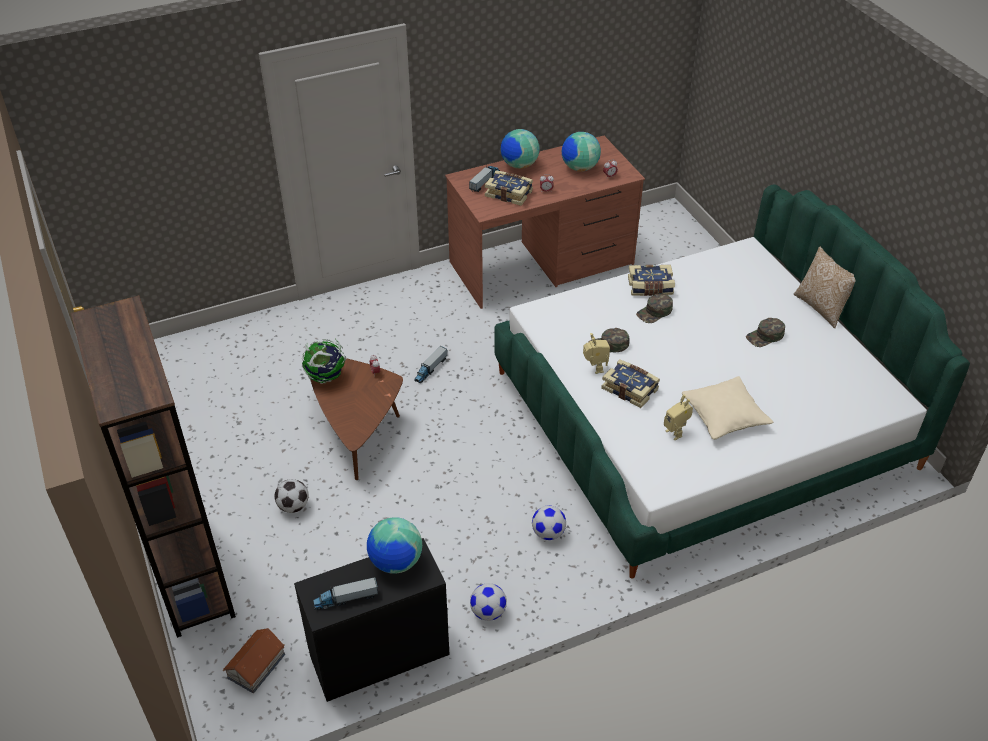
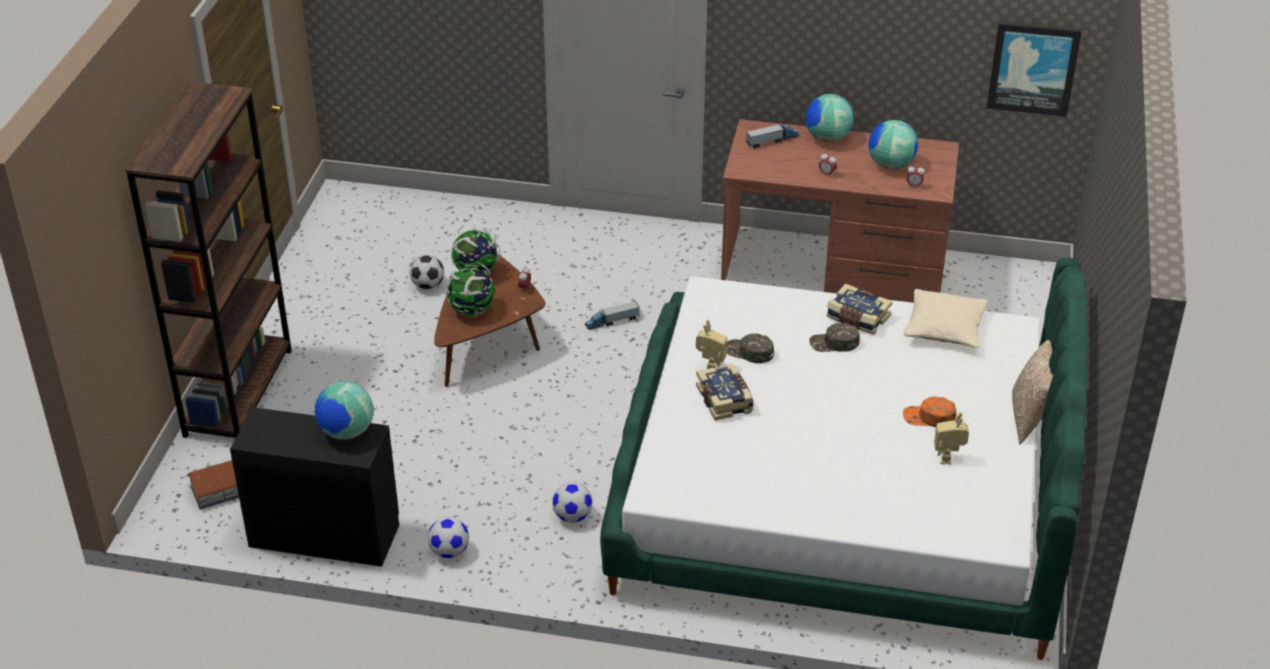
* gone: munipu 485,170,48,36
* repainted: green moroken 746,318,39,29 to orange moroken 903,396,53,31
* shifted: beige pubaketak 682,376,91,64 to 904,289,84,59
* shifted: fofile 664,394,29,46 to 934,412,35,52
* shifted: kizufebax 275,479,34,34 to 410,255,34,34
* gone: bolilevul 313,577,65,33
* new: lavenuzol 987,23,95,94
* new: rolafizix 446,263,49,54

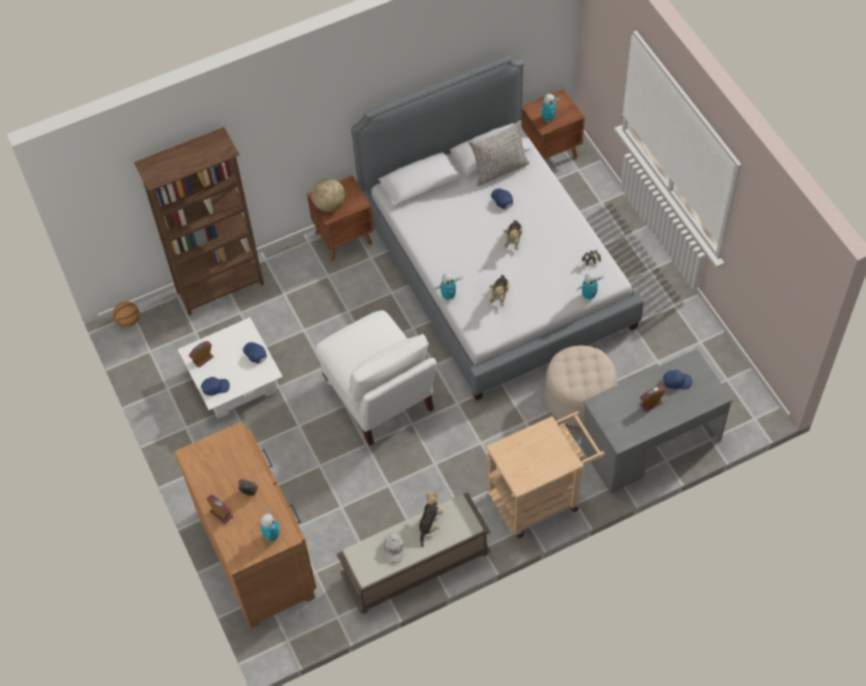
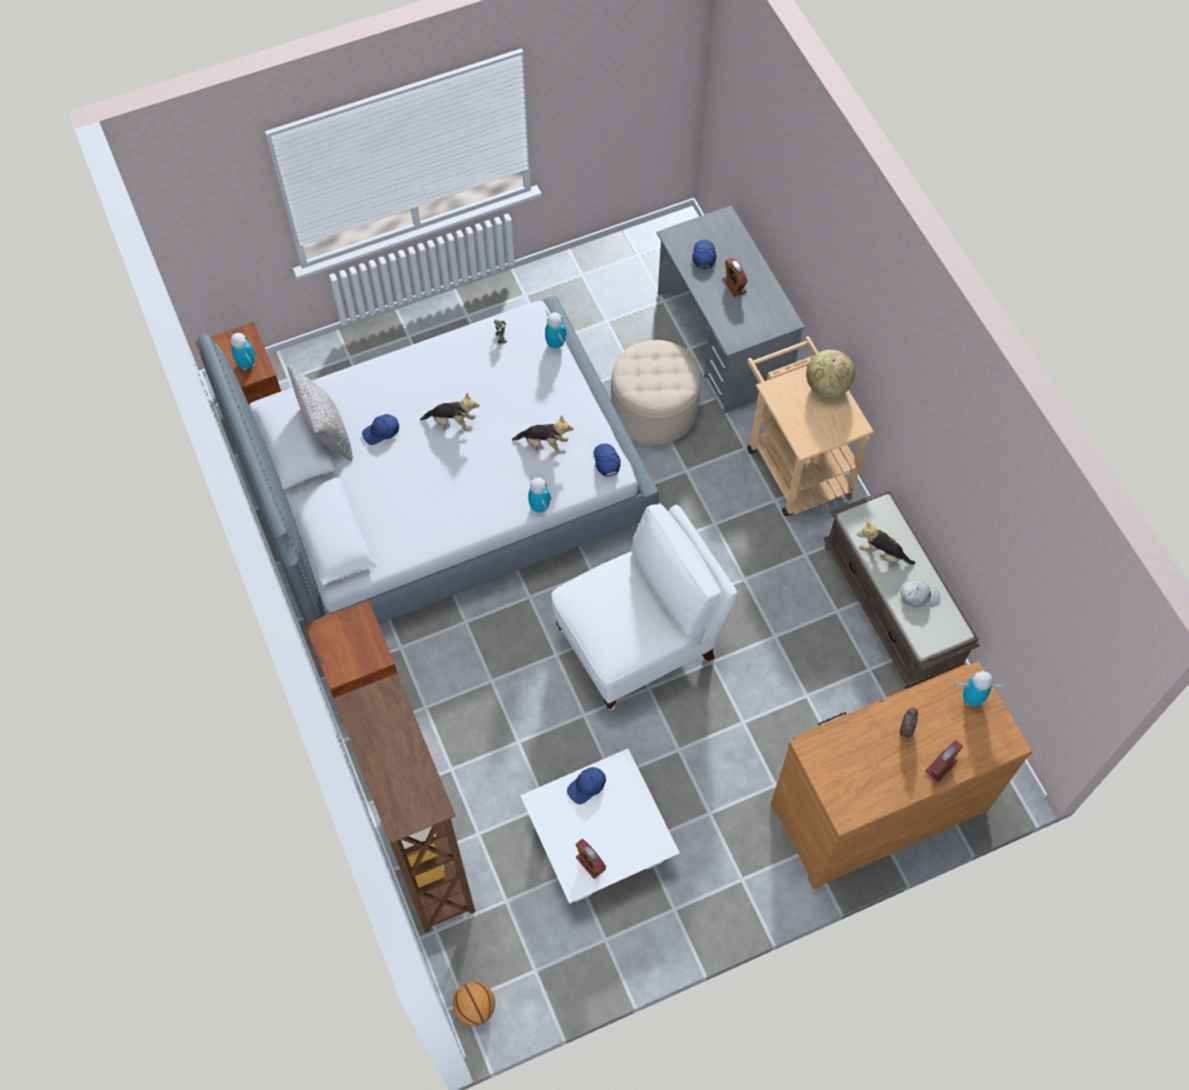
* shifted: rolafizix 312,178,33,34 to 806,349,49,49
* shifted: blue moroken 201,377,29,19 to 593,444,28,33

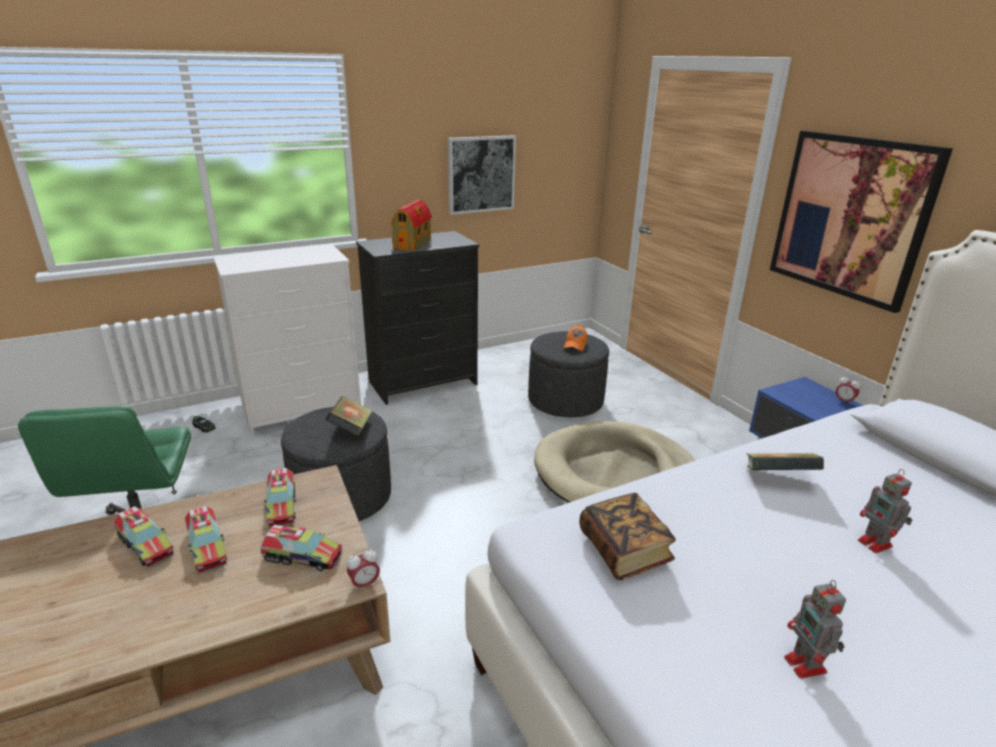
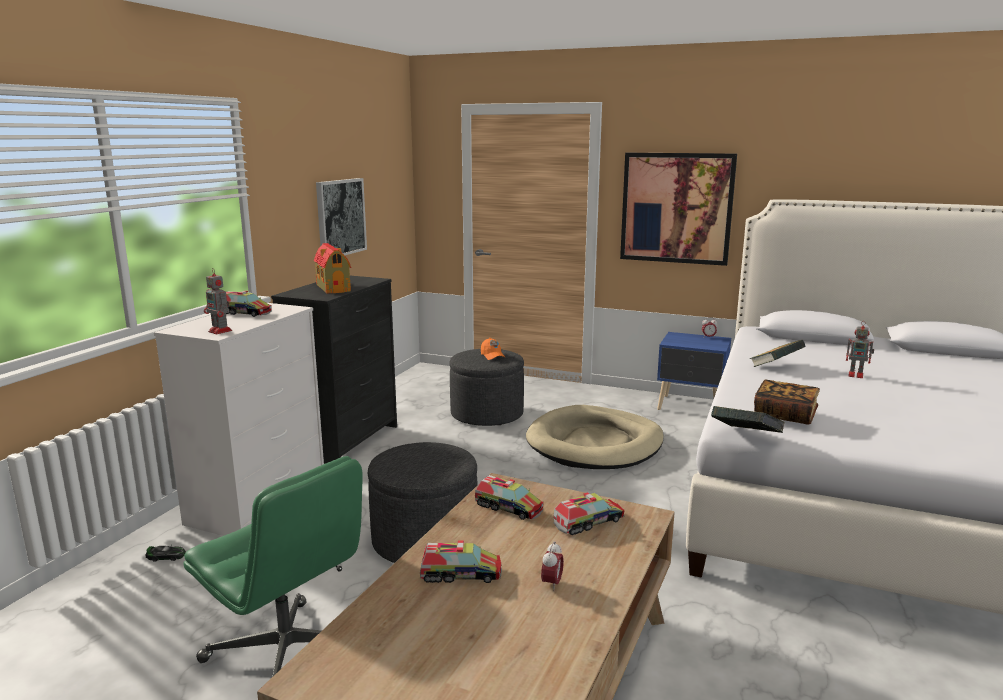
* shifted: munipu 326,396,46,40 to 711,406,74,27
* shifted: bolilevul 185,506,42,67 to 226,291,46,26
* shifted: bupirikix 347,549,33,43 to 541,542,23,49
* shifted: fofile 784,580,62,99 to 204,268,28,66

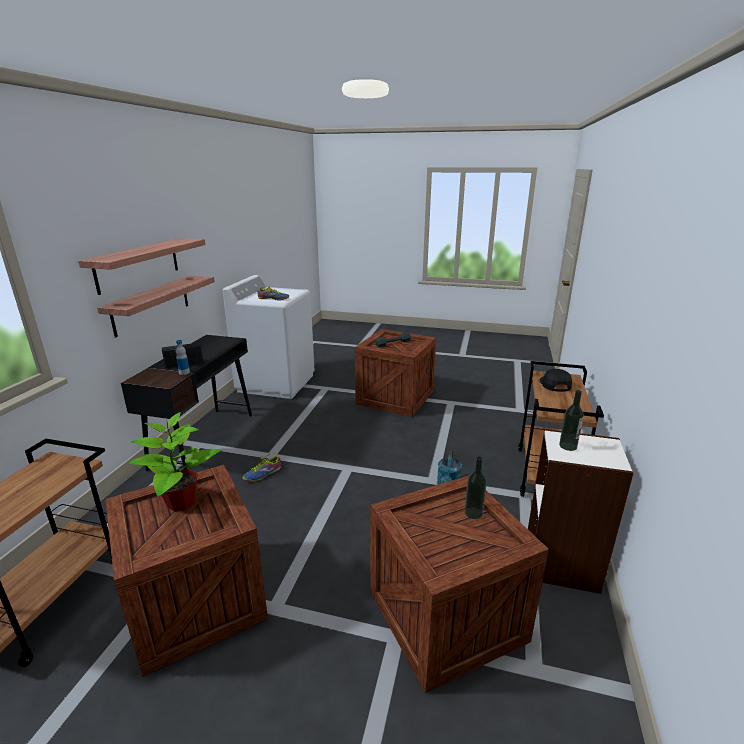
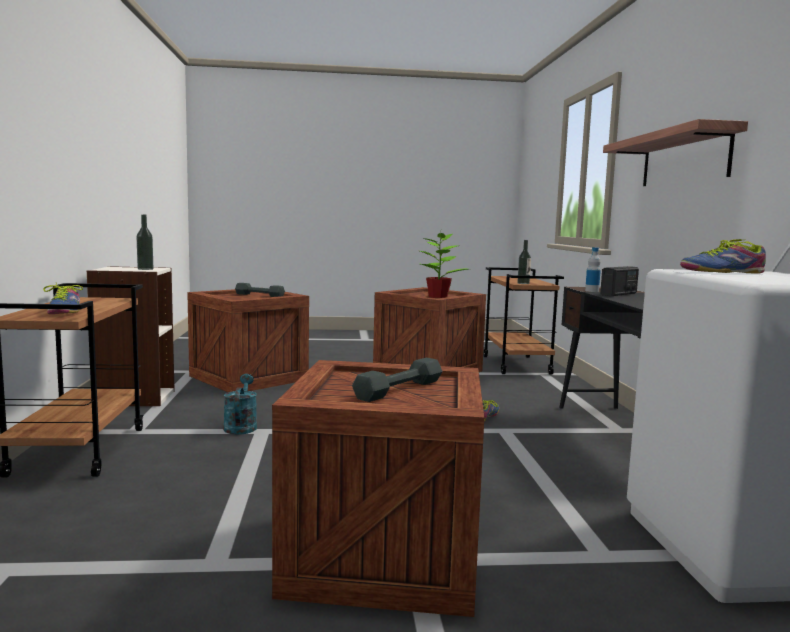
* gone: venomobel 97,276,118,62
* swapped: black moroken 539,369,33,23 to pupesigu 43,283,40,31
* shifted: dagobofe 465,456,22,63 to 517,240,14,44
* new: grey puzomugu 235,283,50,14

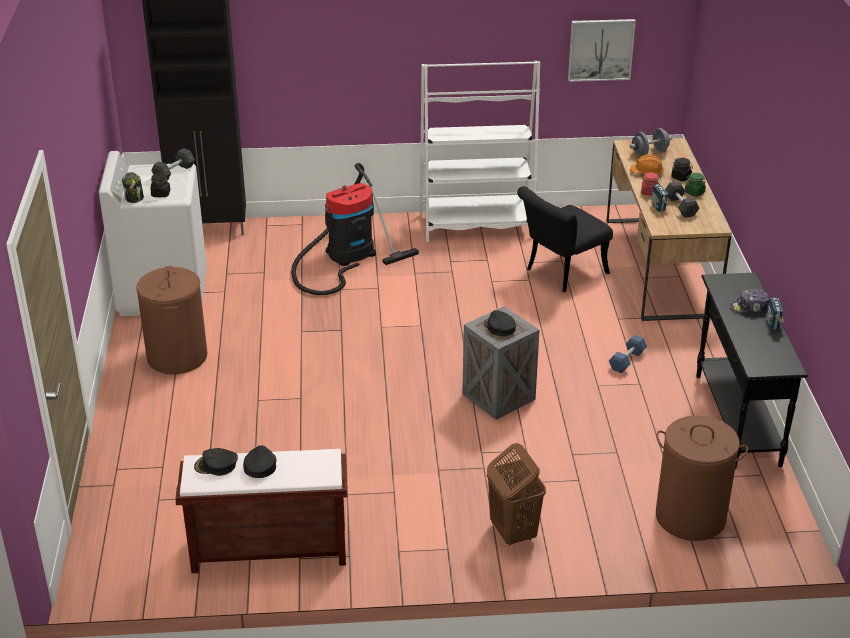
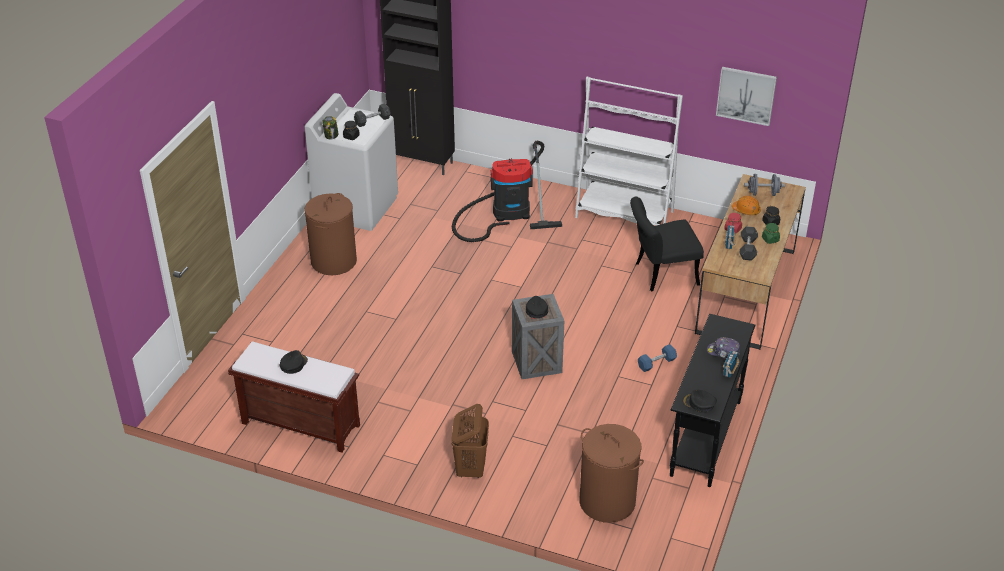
* shifted: black moroken 194,448,44,28 to 682,389,35,24

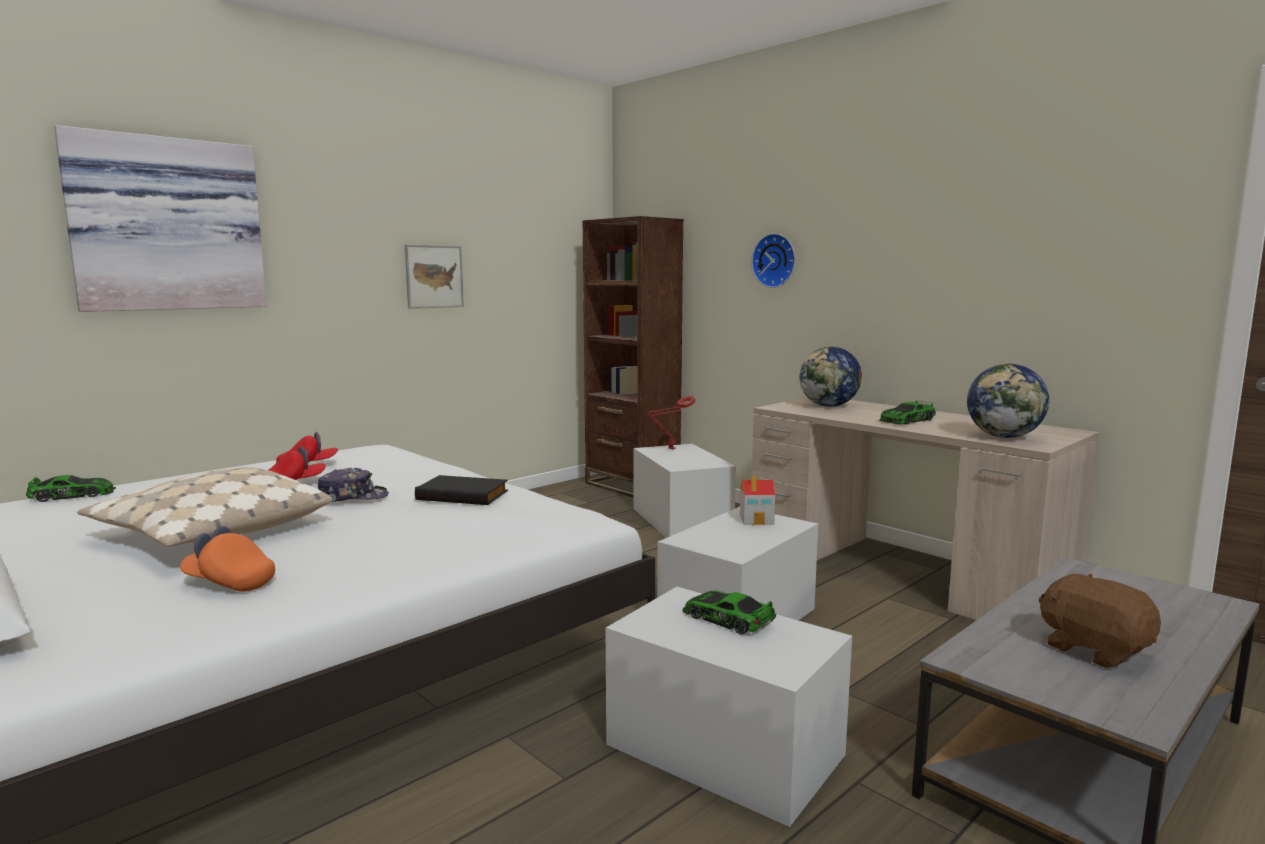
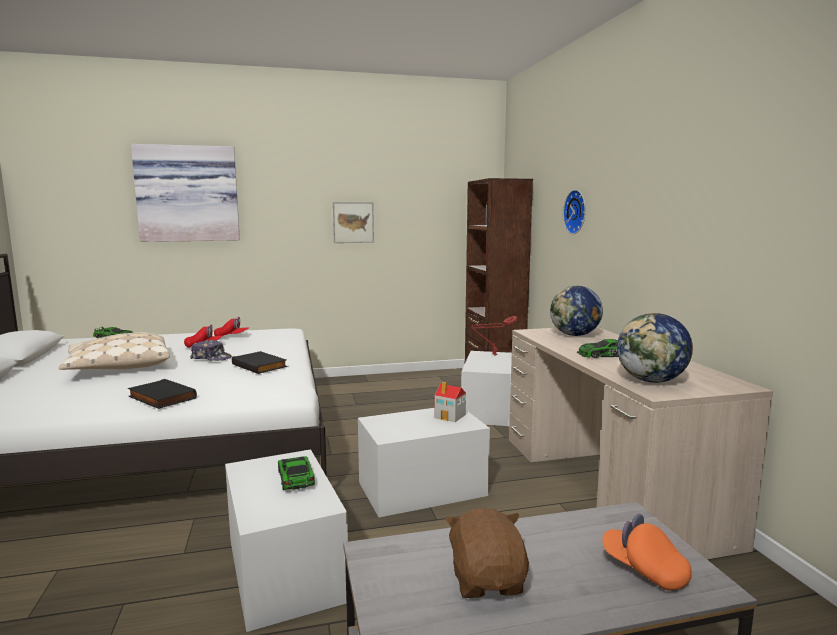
* shifted: orange moroken 180,526,95,66 to 602,514,90,76
* new: black munipu 128,379,69,30

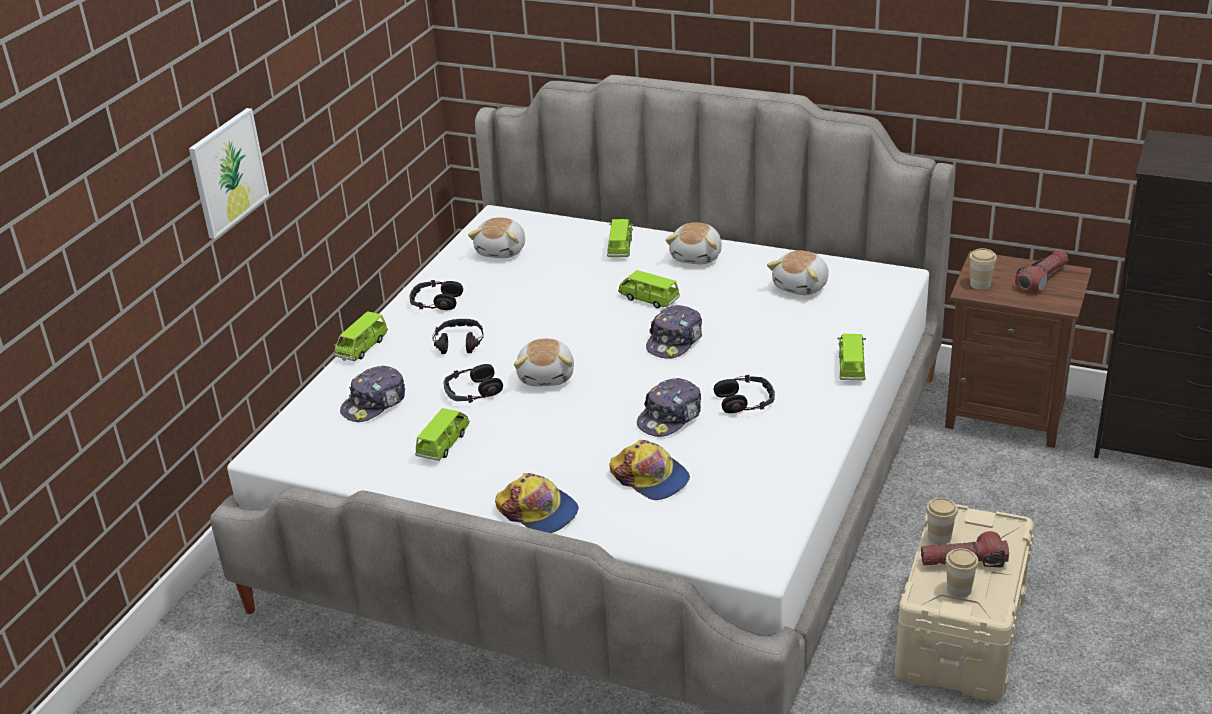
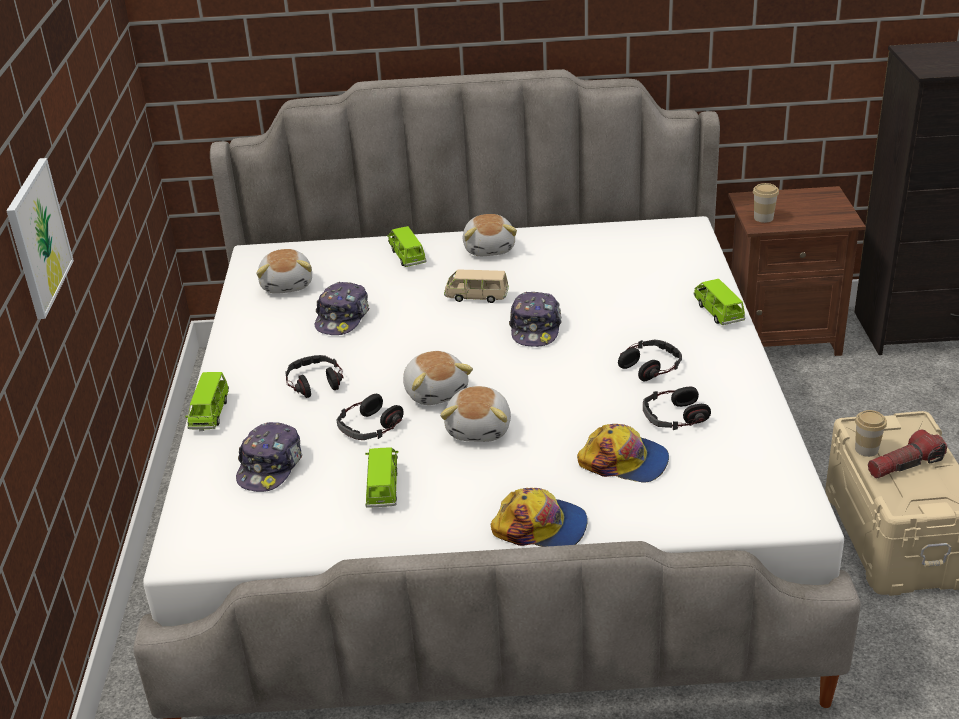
* gone: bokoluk 1015,250,53,42
* shifted: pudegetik 767,251,62,44 to 440,386,71,56
* repainted: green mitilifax 618,270,62,38 to beige mitilifax 444,270,65,33
* shifted: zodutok 409,280,54,30 to 643,386,68,44
* shifted: moroken 637,378,64,59 to 315,282,54,53
* gone: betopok 945,548,34,50

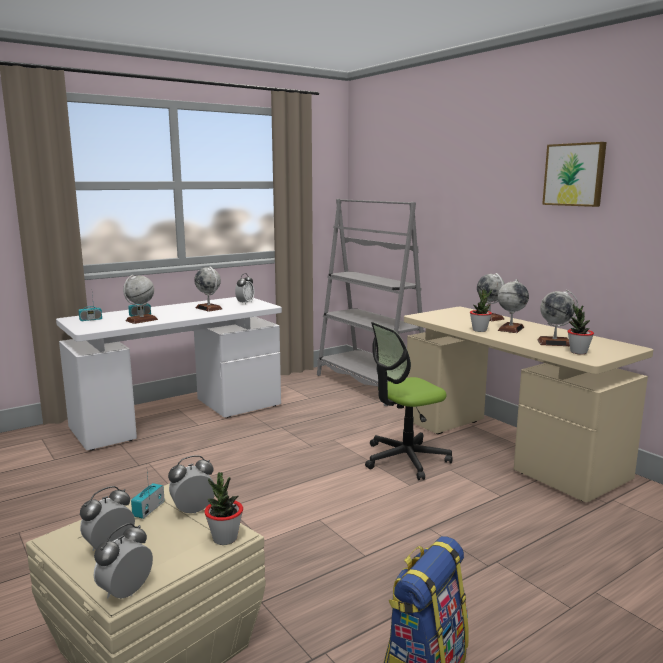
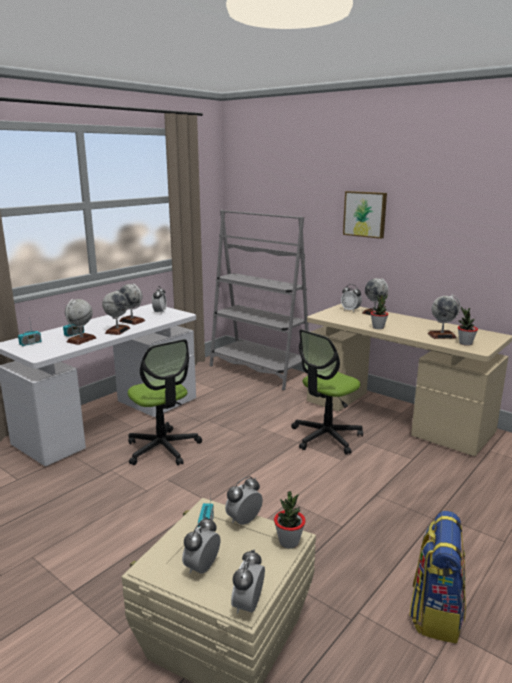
* shifted: lavenuzol 542,142,64,65 to 343,191,44,48
* shifted: rolafizix 498,279,31,54 to 102,289,28,46
* new: bupirikix 341,284,21,28
* new: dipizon 128,339,74,126

